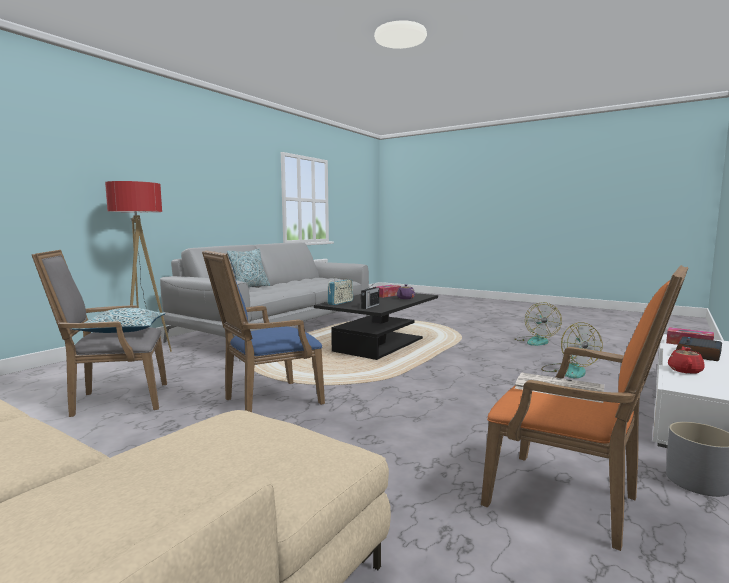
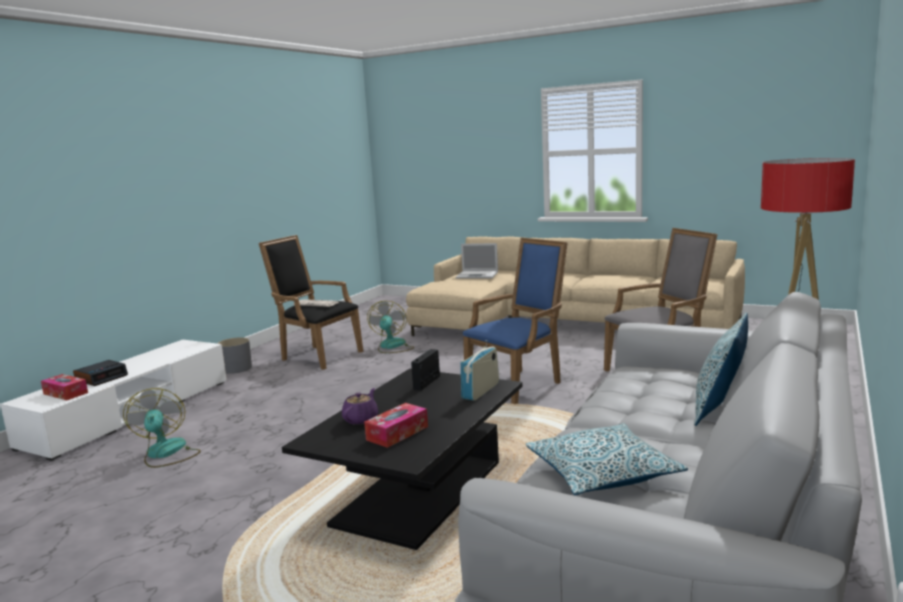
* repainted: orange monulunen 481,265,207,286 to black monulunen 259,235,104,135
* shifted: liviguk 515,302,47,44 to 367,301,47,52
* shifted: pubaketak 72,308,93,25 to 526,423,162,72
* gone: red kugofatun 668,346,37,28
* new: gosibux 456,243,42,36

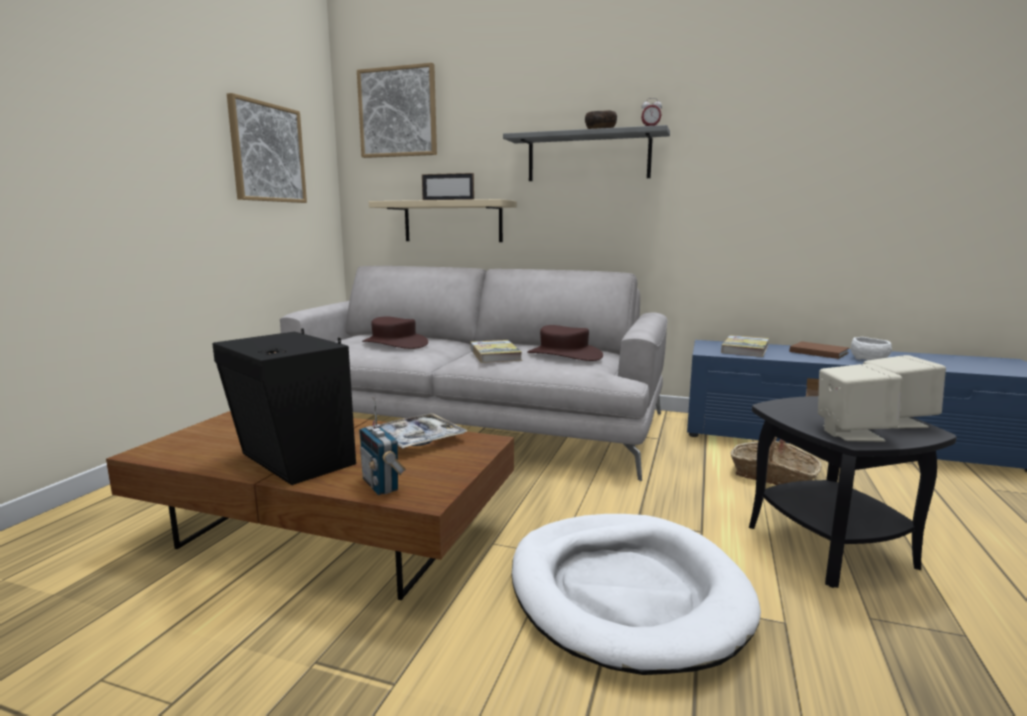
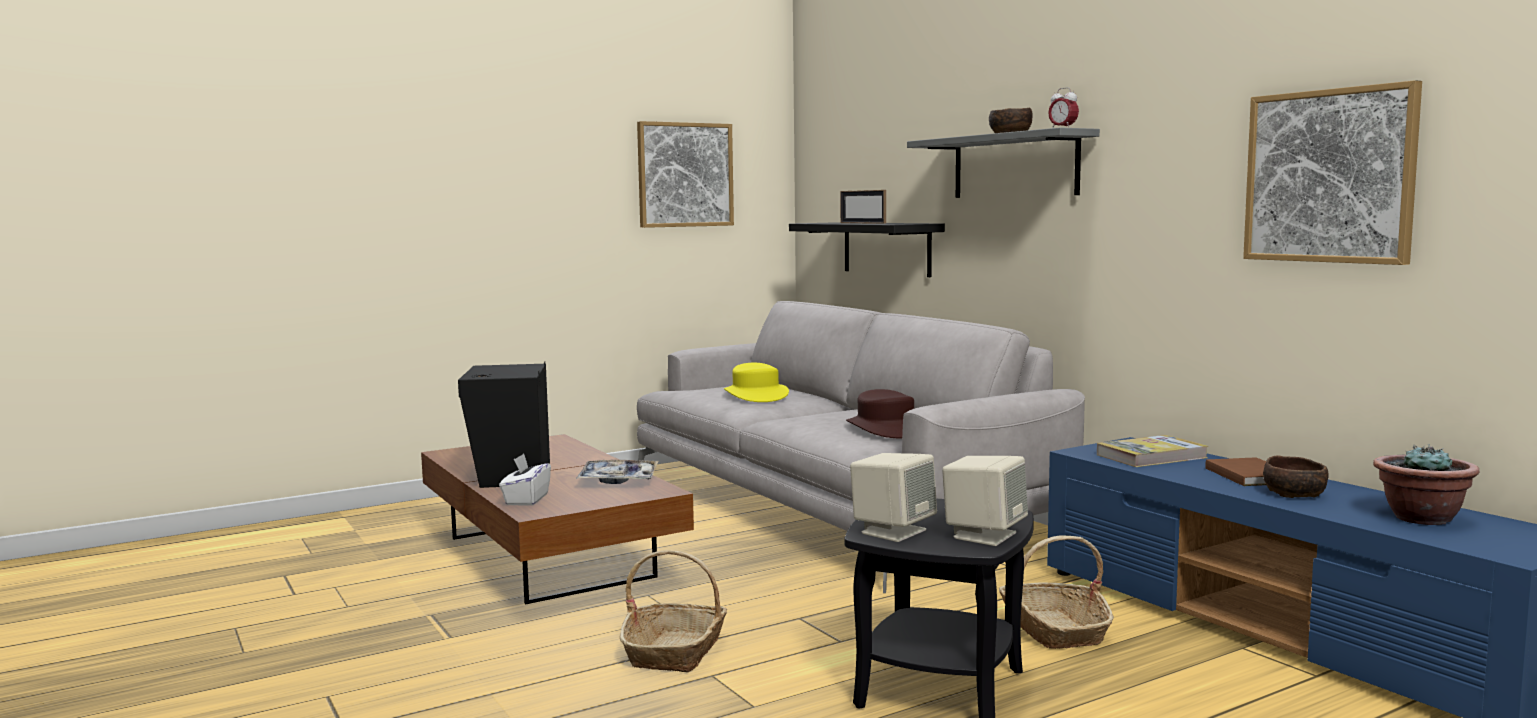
* shifted: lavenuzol 357,63,80,95 to 1243,80,179,185
* repainted: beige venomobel 369,199,148,43 to black venomobel 789,222,156,55
* repainted: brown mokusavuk 362,317,66,32 to yellow mokusavuk 724,363,65,39
* repainted: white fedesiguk 851,337,41,23 to brown fedesiguk 1263,455,66,43
* gone: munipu 470,340,52,23
* swapped: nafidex 359,397,47,98 to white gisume 499,453,52,53
* swapped: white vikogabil 512,514,249,161 to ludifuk 620,550,107,123
* new: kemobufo 1373,444,107,81

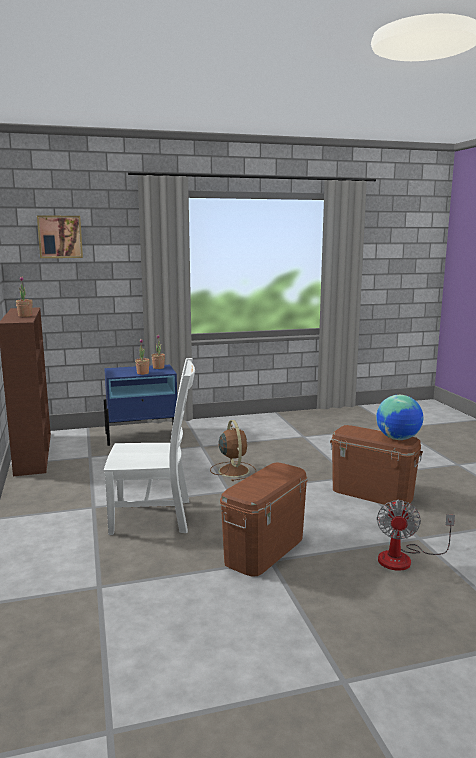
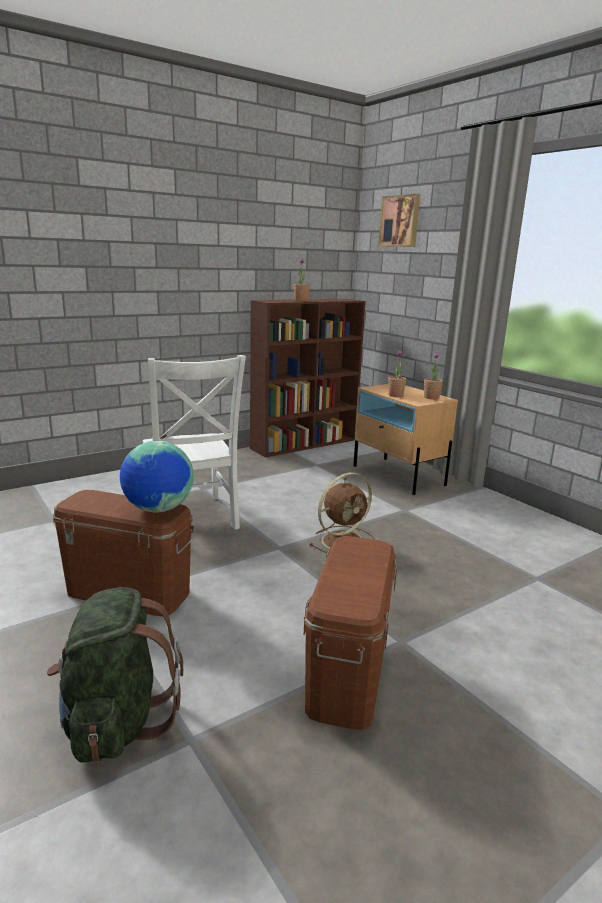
* repainted: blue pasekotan 104,364,73,82 to beige pasekotan 353,384,105,111
* shifted: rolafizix 376,395,47,45 to 120,441,74,72
* swapped: liviguk 377,500,78,71 to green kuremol 47,587,136,176

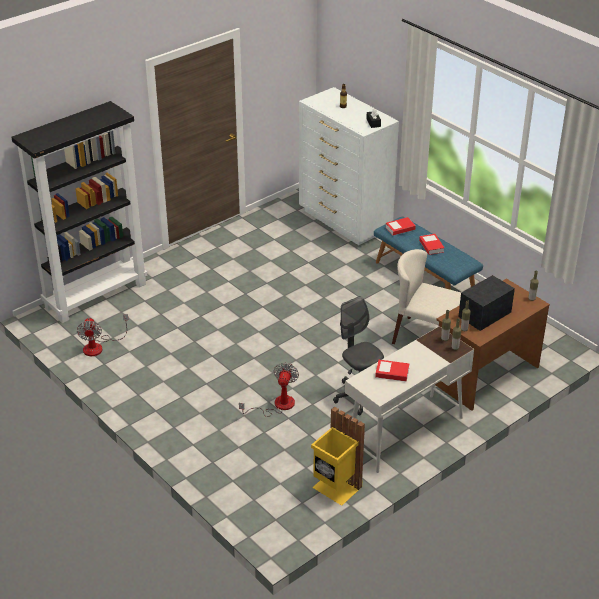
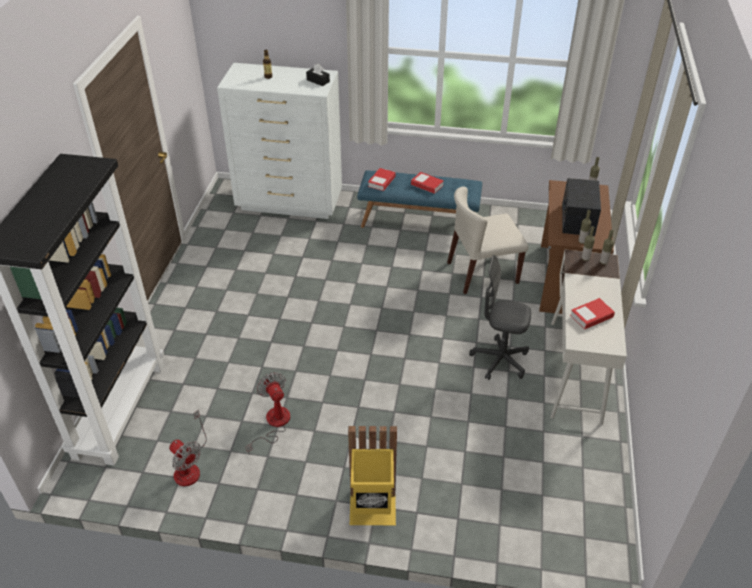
* shifted: liviguk 239,363,60,54 to 246,372,44,82
* shifted: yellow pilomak 311,407,54,99 to 348,426,49,99

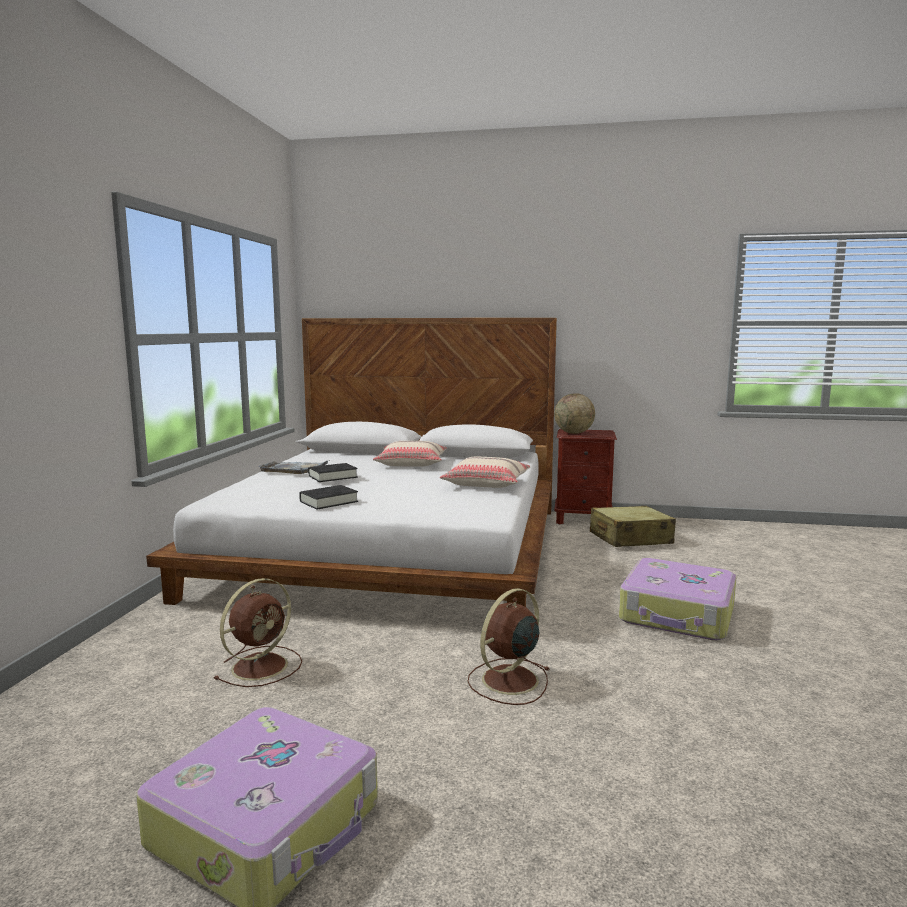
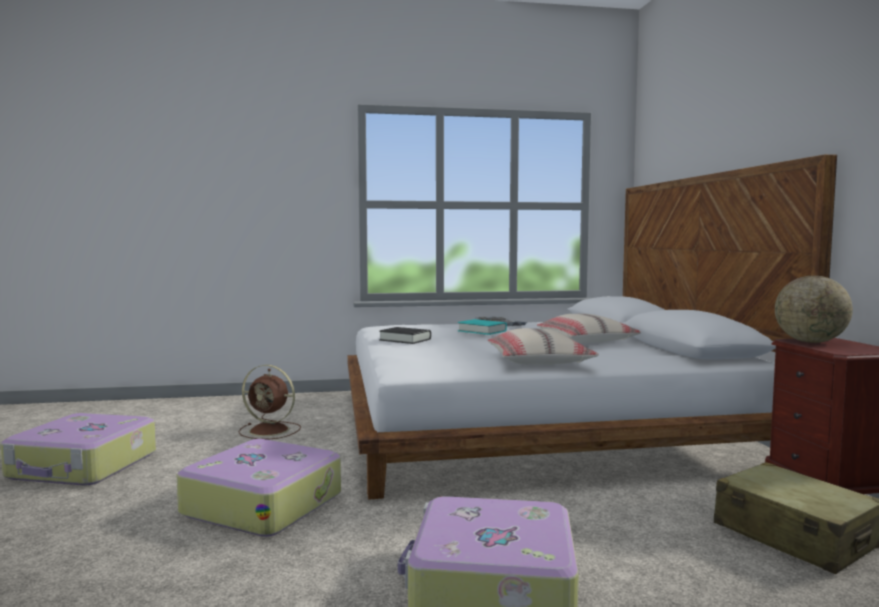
* repainted: black munipu 308,463,50,19 to turquoise munipu 458,319,49,16
* swapped: brown liviguk 467,588,82,117 to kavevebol 177,439,164,98

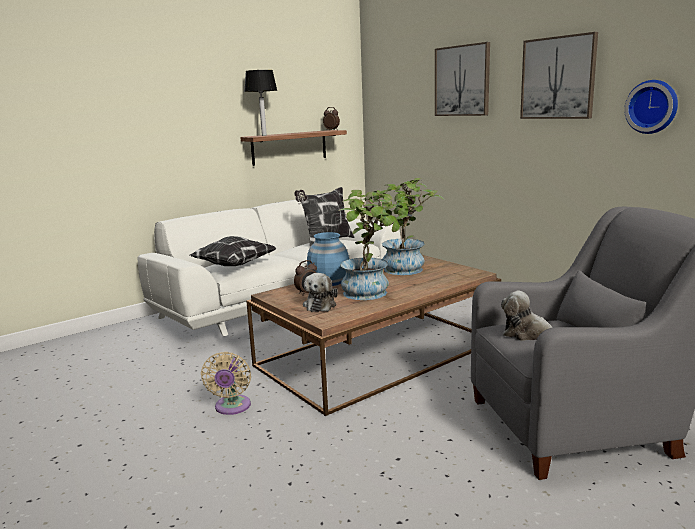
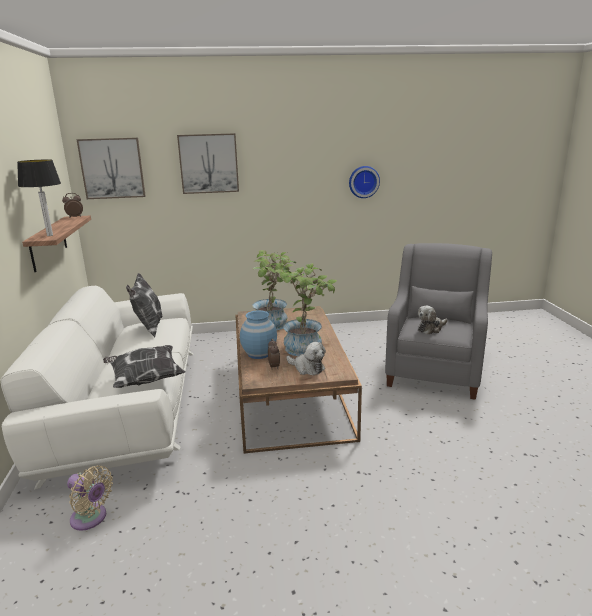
* shifted: lavenuzol 520,32,78,87 to 76,138,70,61
* shifted: beige liviguk 201,352,50,63 to 67,466,46,65

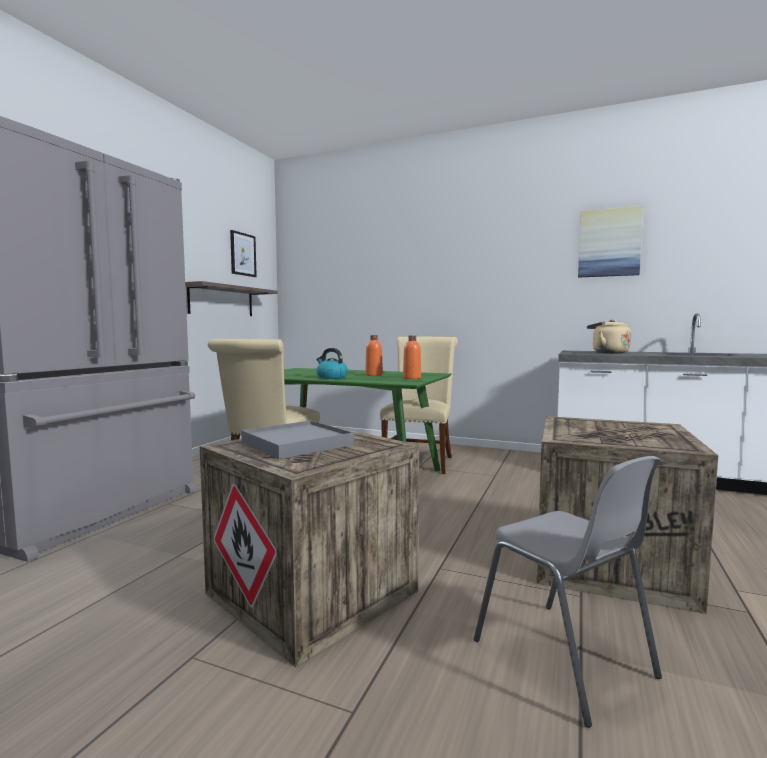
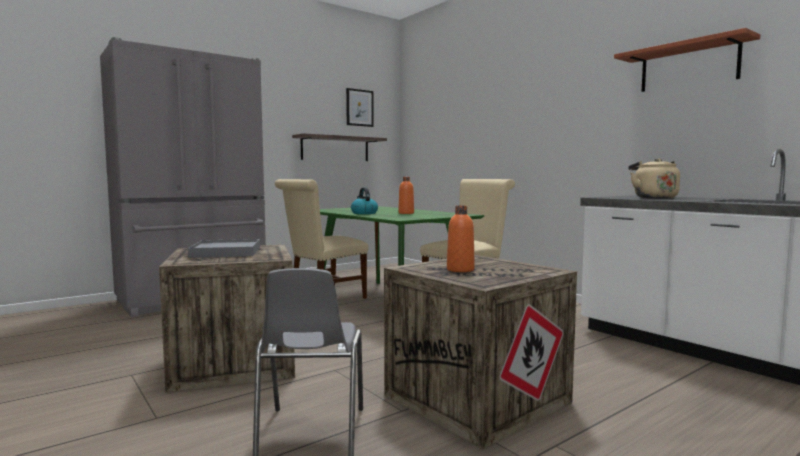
* swapped: lavenuzol 578,206,65,72 to venomobel 614,28,146,64
* shifted: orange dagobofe 403,335,18,44 to 447,206,28,66

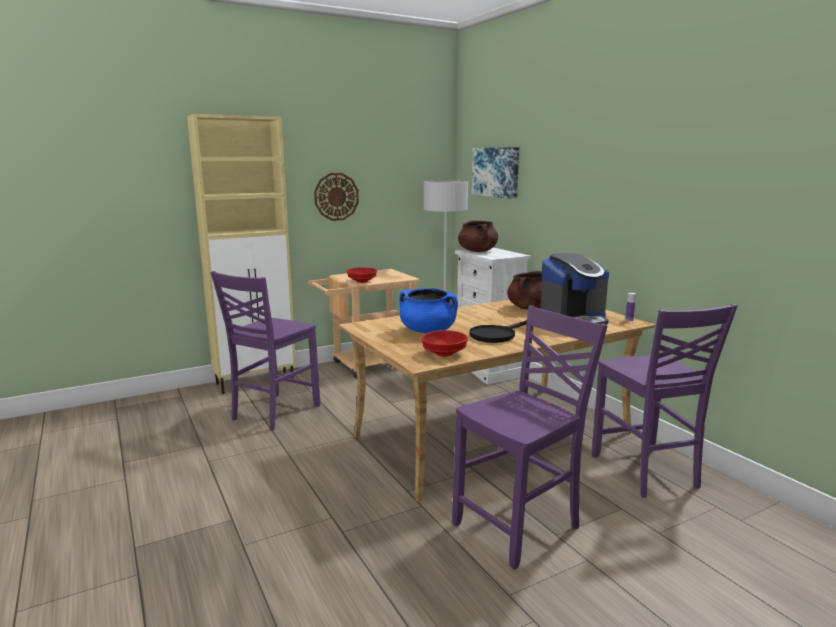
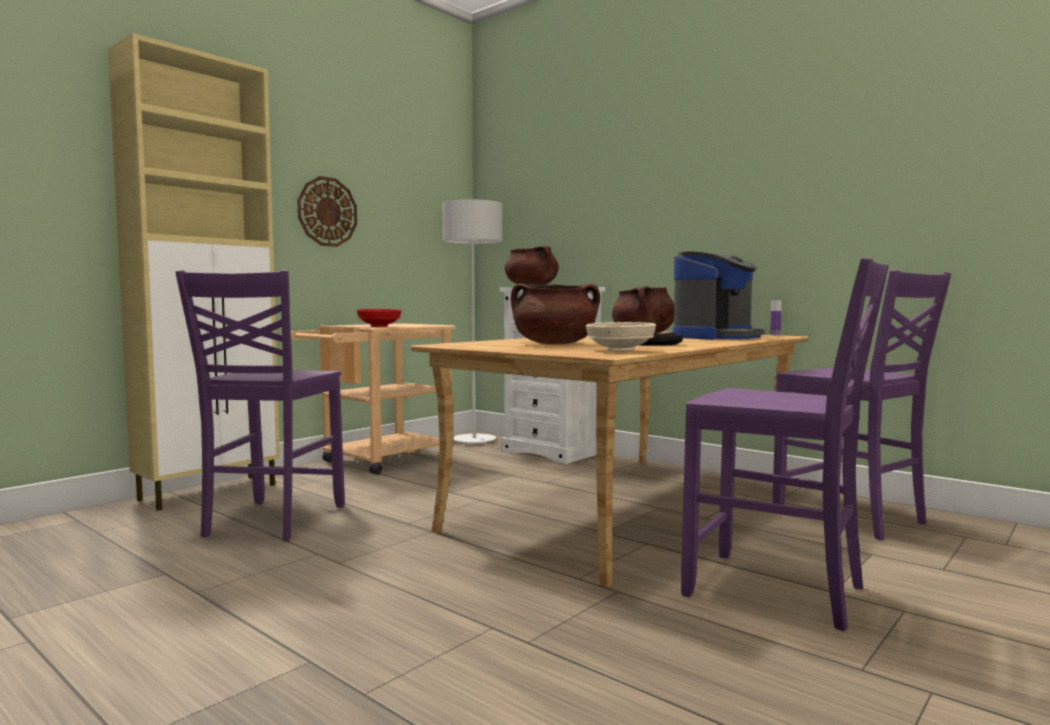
* gone: lavenuzol 472,147,47,52
* repainted: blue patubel 399,288,59,45 to brown patubel 511,283,89,61
* rotated: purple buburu 452,305,156,265 = 681,258,208,373 90 degrees clockwise
* repainted: red fedesiguk 421,330,47,27 to beige fedesiguk 586,322,70,30

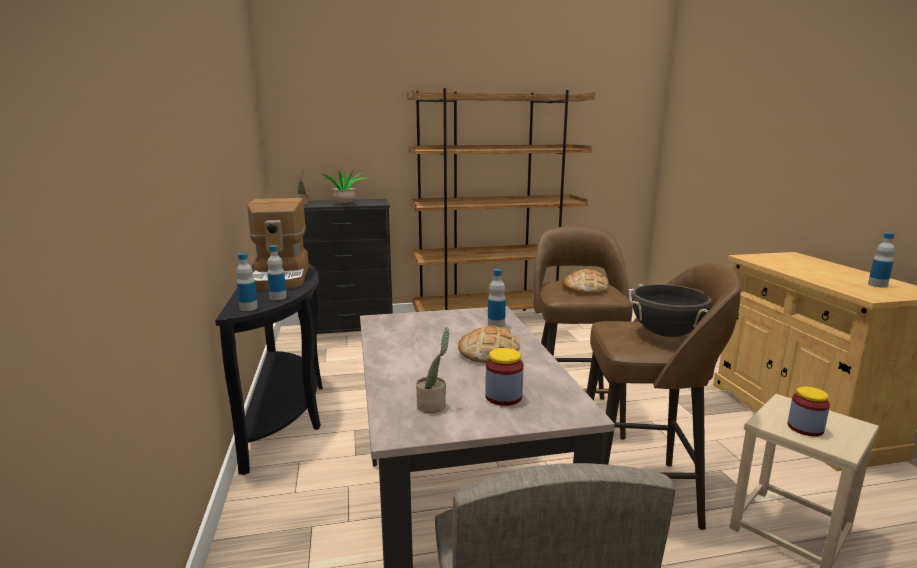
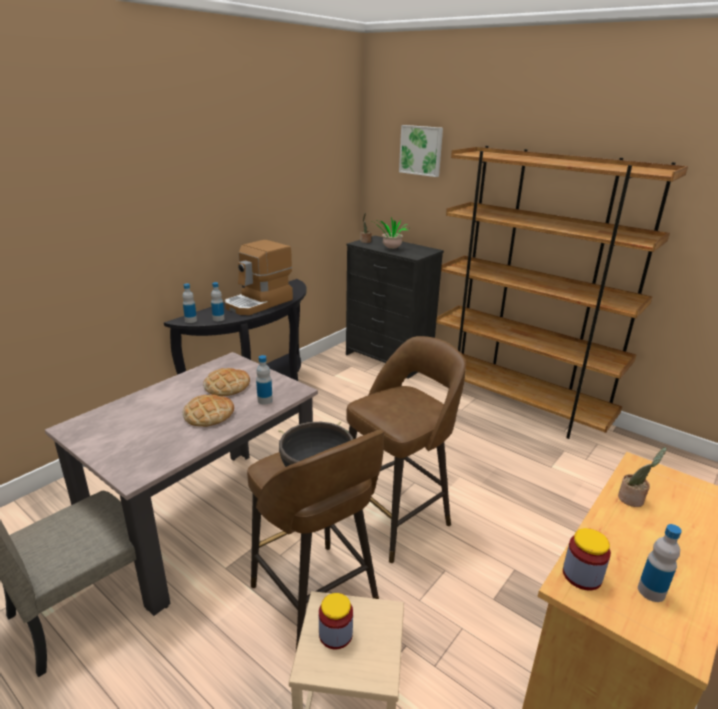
* shifted: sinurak 562,269,46,25 to 203,368,47,28
* shifted: kemobufo 416,327,33,86 to 618,447,49,60
* shifted: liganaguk 485,348,38,58 to 563,528,48,63
* new: lavenuzol 399,125,44,52

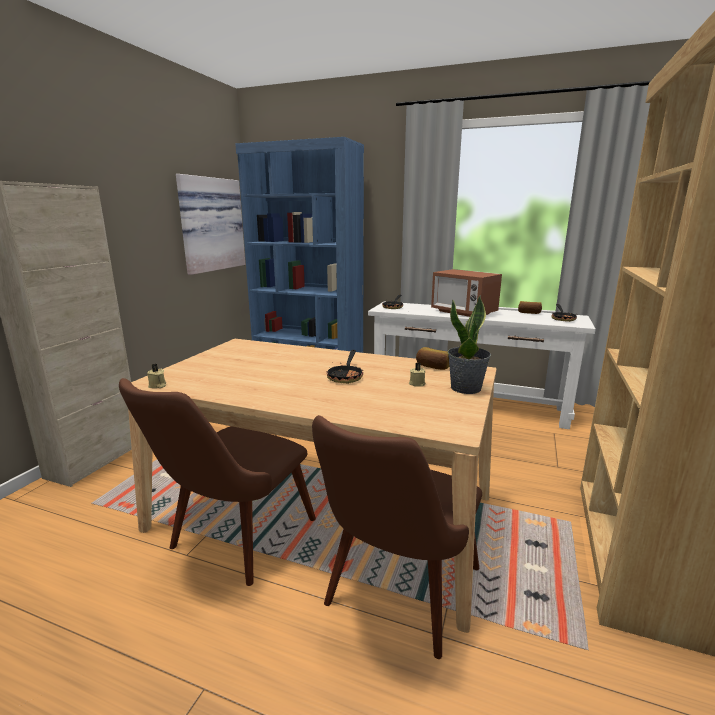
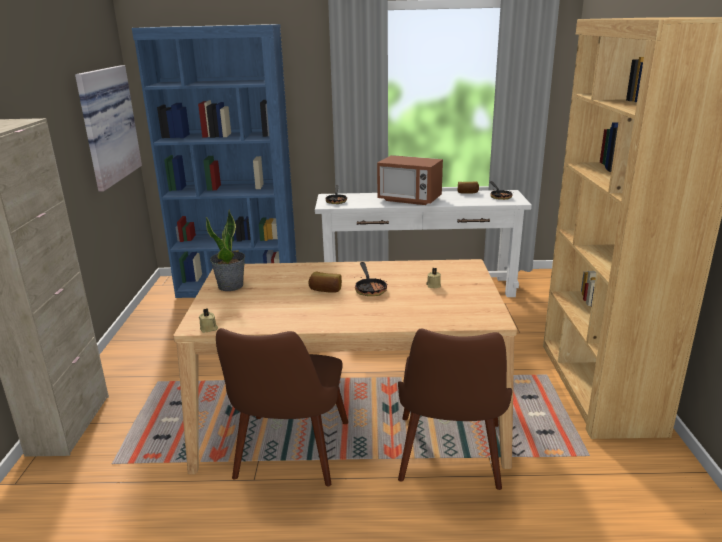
* shifted: kemobufo 448,295,43,99 to 206,210,39,81
* shifted: sinurak 416,347,33,23 to 308,272,34,21

